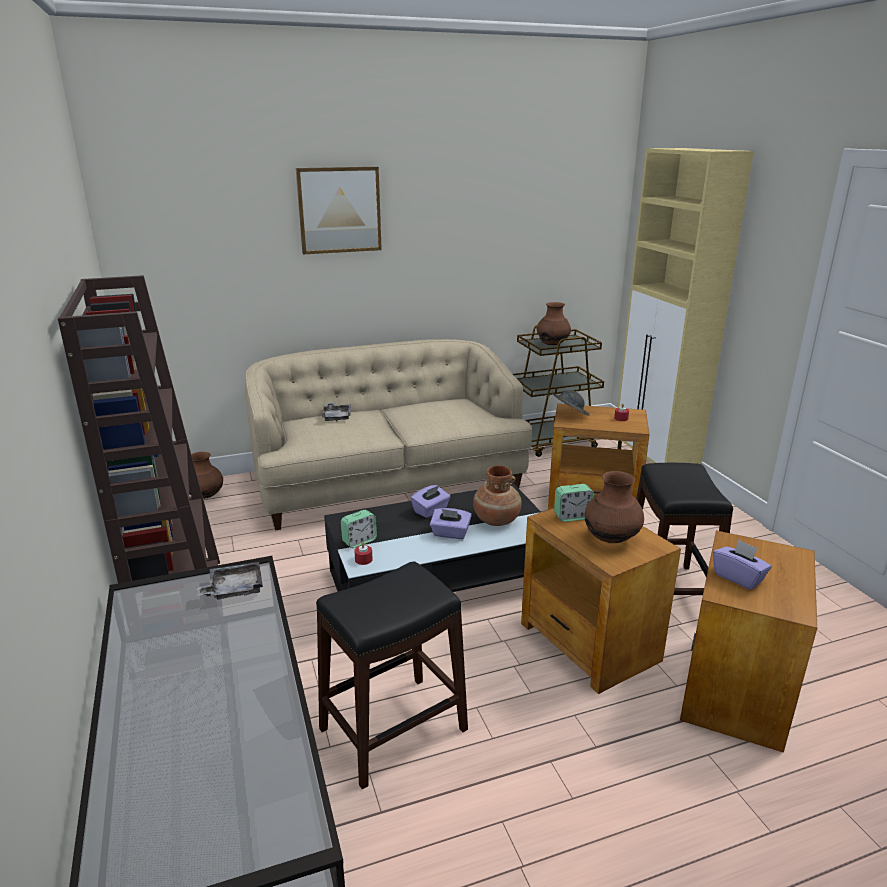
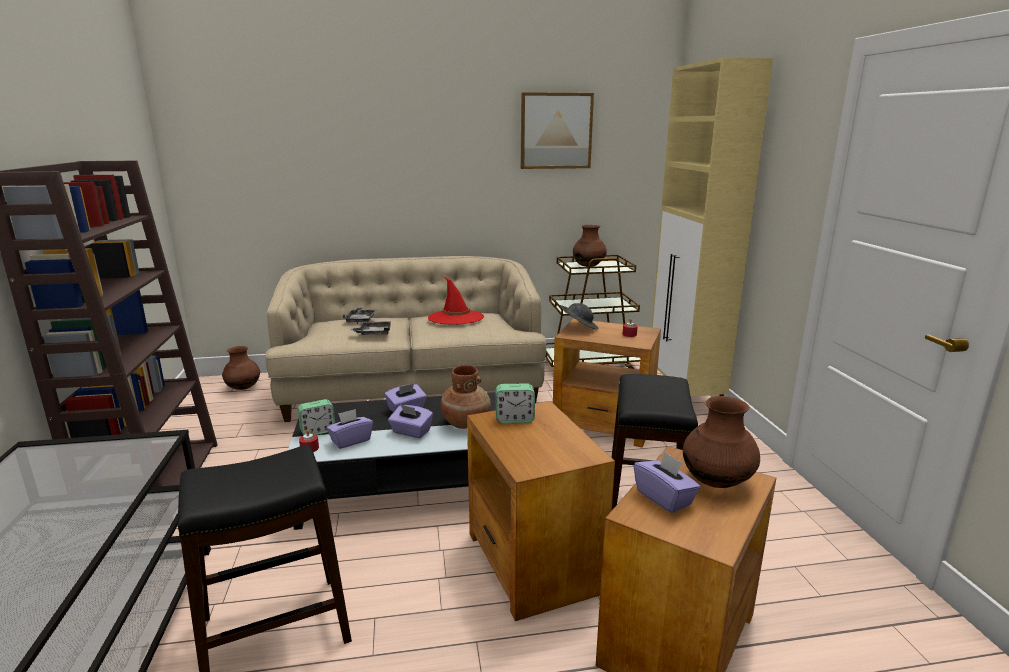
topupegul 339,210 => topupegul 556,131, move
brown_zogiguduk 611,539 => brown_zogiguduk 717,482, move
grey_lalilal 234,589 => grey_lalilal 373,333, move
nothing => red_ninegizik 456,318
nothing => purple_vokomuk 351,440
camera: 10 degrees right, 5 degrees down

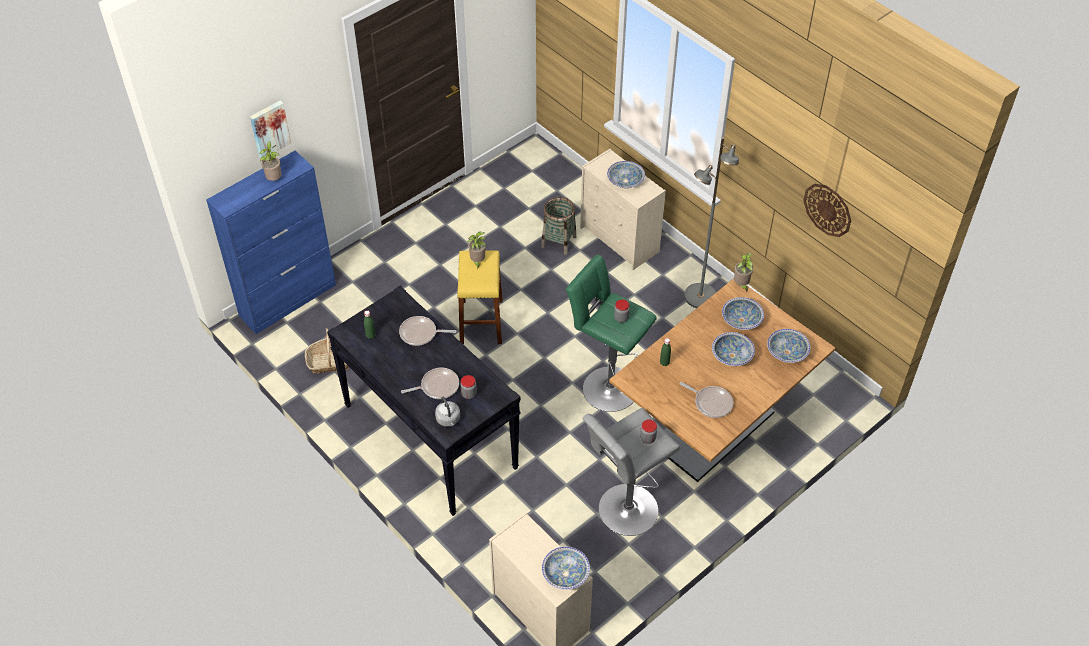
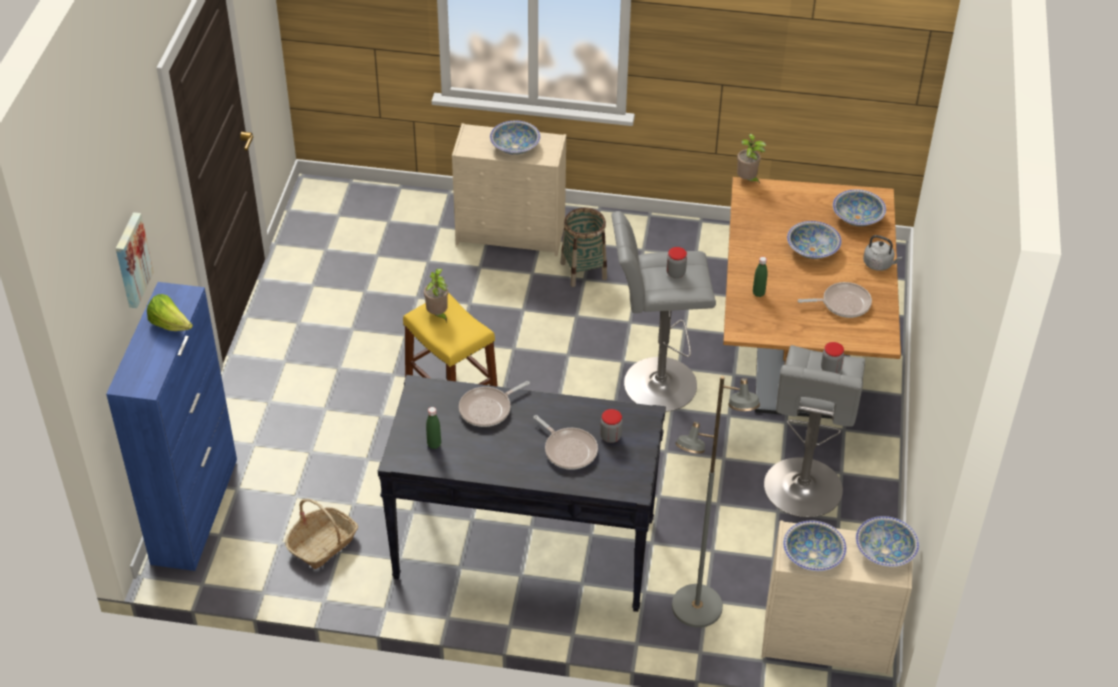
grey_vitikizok 699,297 => grey_vitikizok 697,607, move
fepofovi 274,179 => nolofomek 170,325
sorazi 827,209 => nothing
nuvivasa 559,241 => nuvivasa 583,270, move
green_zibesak 606,387 => grey_zibesak 654,384
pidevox 741,320 => pidevox 812,555, move
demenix 437,386 => demenix 568,450, 105 degrees clockwise
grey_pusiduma 448,420 => grey_pusiduma 879,264, move
camera: 40 degrees left, 5 degrees down

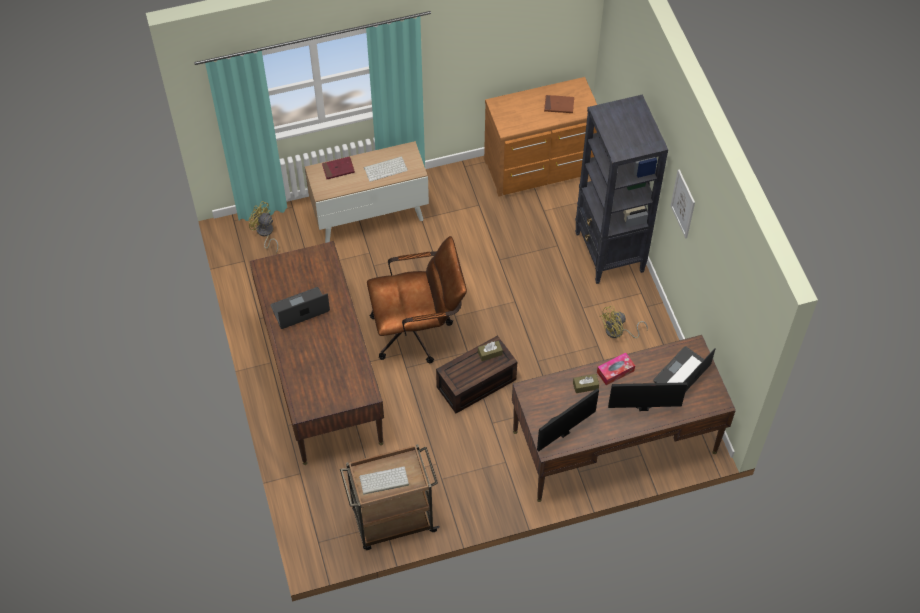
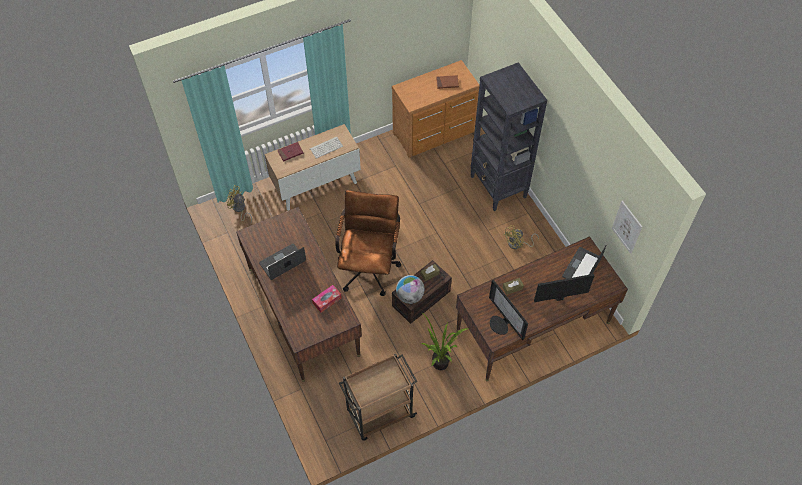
topupegul 683,204 => topupegul 627,227, move
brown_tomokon 418,330 => brown_tomokon 369,265, 60 degrees counterclockwise
vokomuk 615,371 => vokomuk 327,300, move
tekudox 560,429 => tekudox 501,324, 75 degrees counterclockwise
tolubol 383,481 => nothing
nothing => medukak 410,296
nothing => fepofovi 439,367
camera: 10 degrees left, 0 degrees up

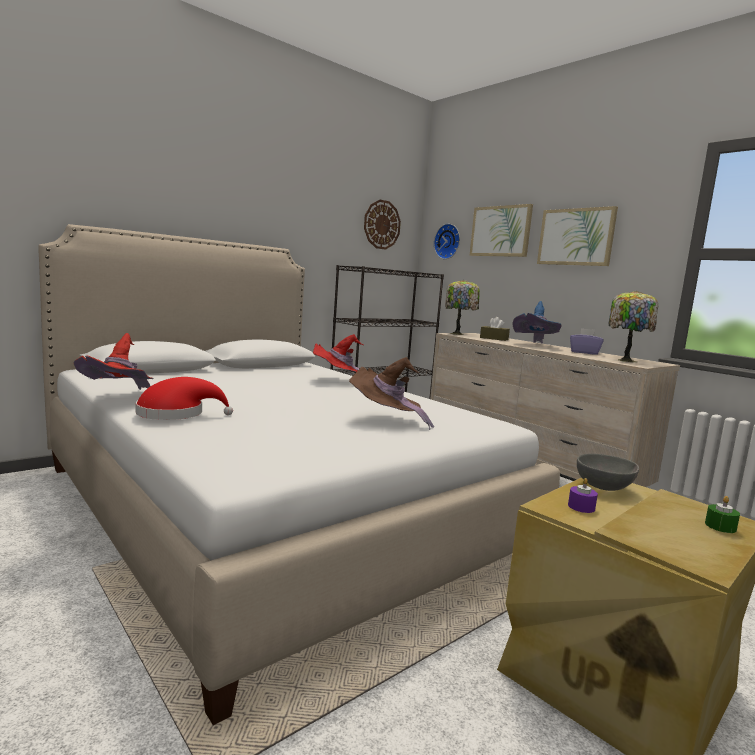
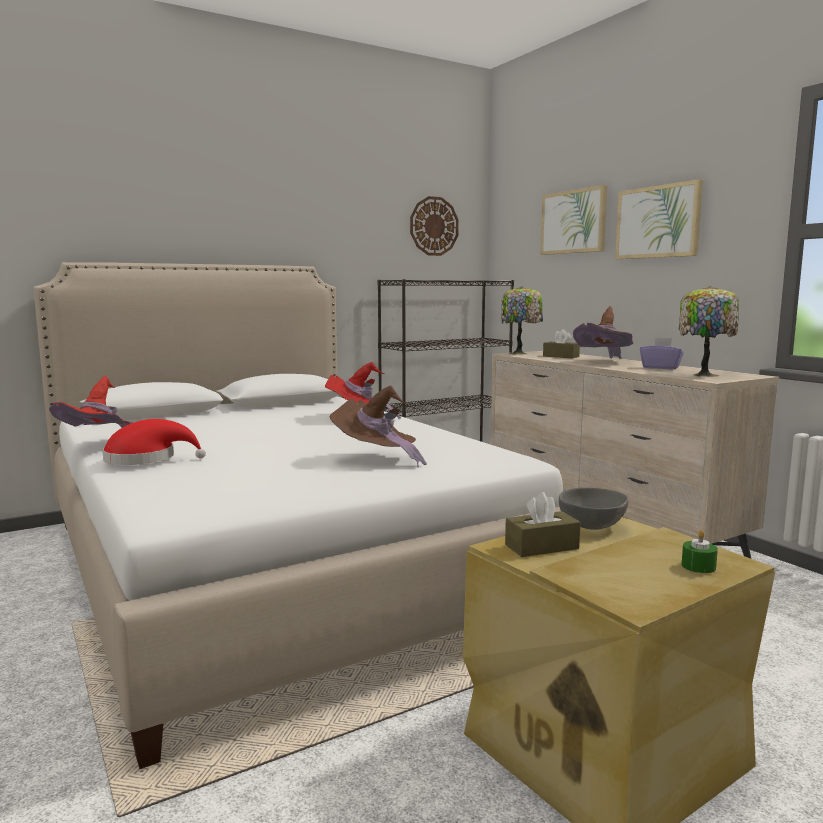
sorazi 448,241 => nothing
blue_ninegizik 534,345 => brown_ninegizik 604,362
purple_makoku 581,507 => brown_vokomuk 541,547
camera: 10 degrees right, 0 degrees up

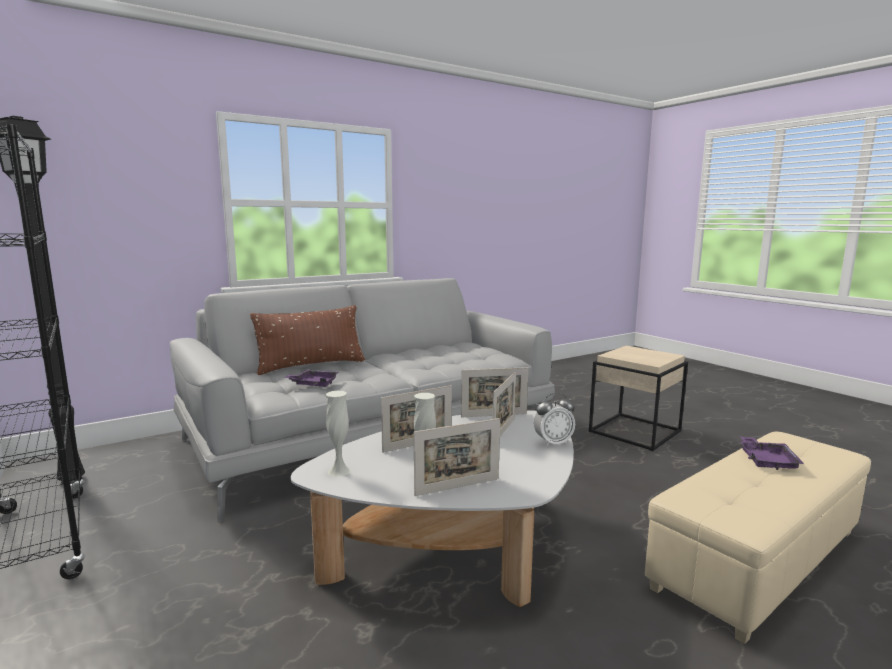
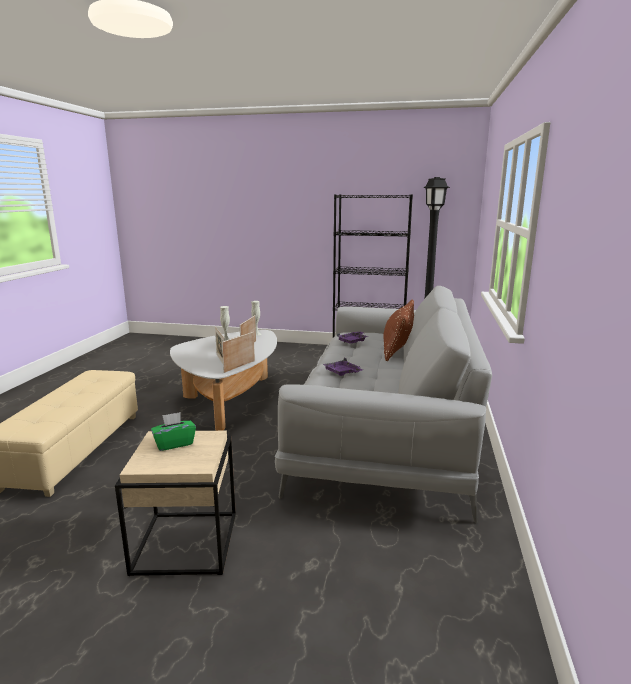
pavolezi 553,443 => nothing
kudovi 457,487 => nothing
purple_lalilal 767,461 => purple_lalilal 342,372, move
nothing => green_vokomuk 174,443
camera: 135 degrees right, 5 degrees up

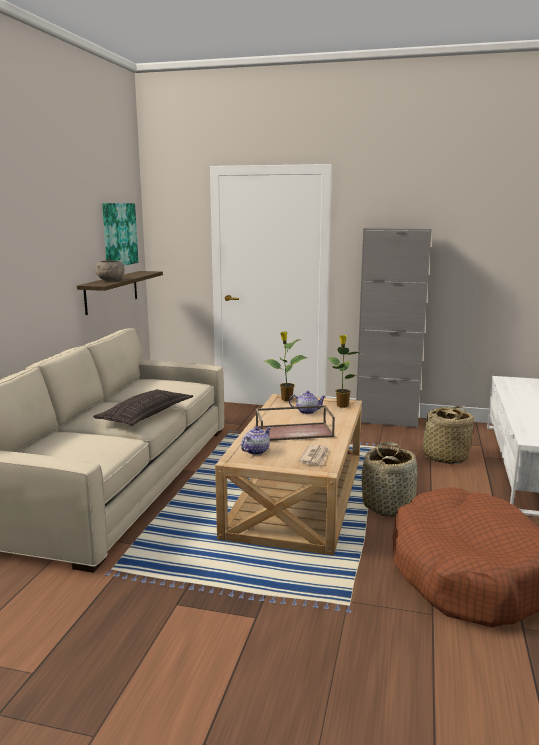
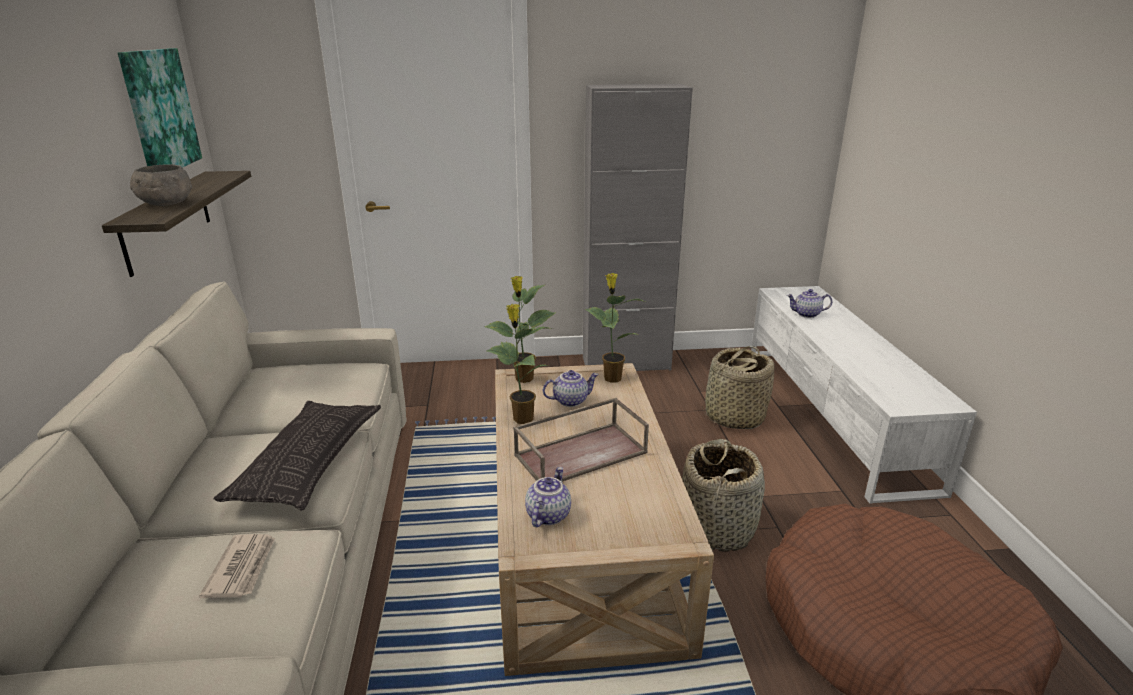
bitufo 315,457 => bitufo 242,568, move
nothing => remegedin 806,314
nothing => fepofovi 522,418
camera: 20 degrees left, 10 degrees up

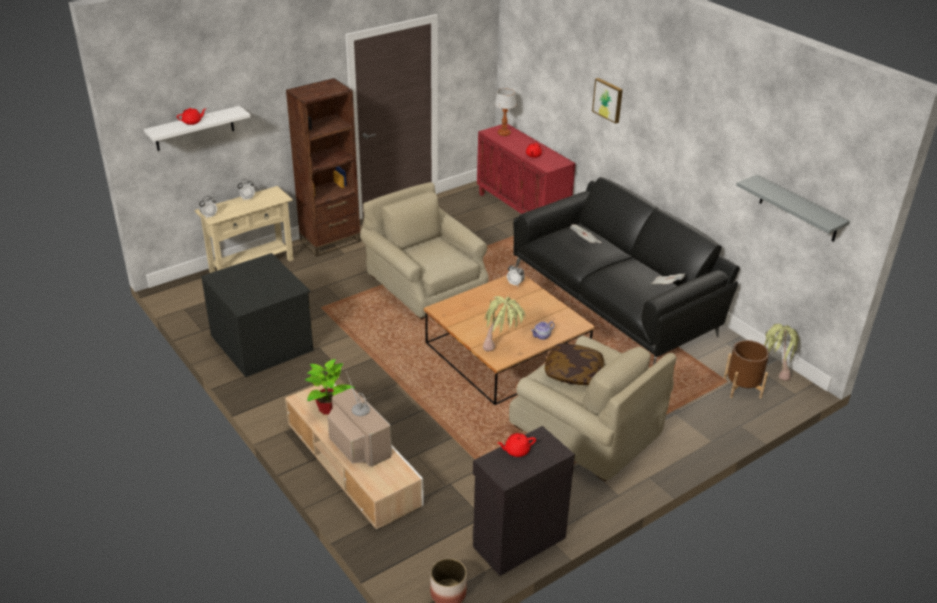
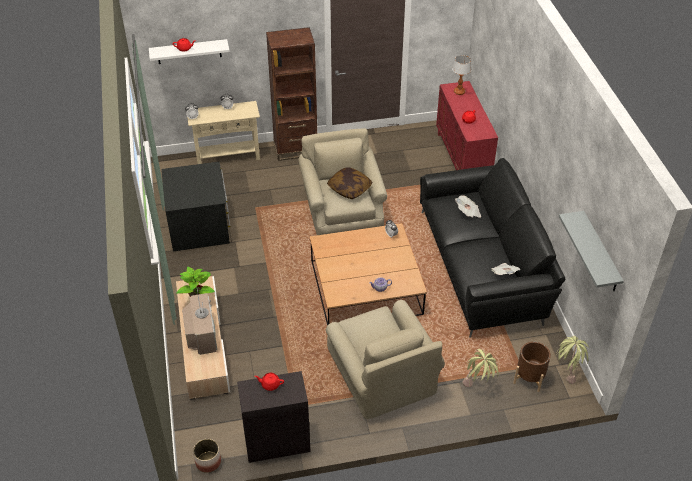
topupegul 608,100 => nothing
fepofovi 502,348 => fepofovi 478,387, move
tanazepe 573,373 => tanazepe 349,188, move
camera: 25 degrees right, 10 degrees up

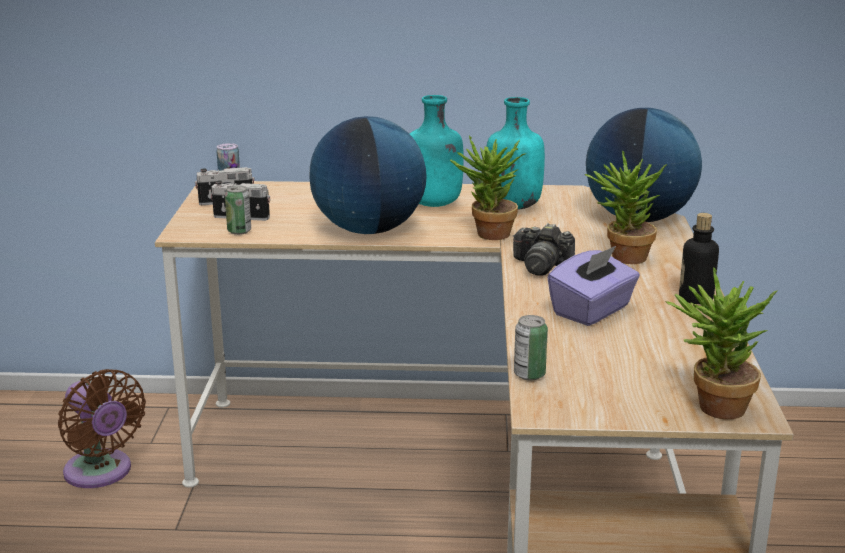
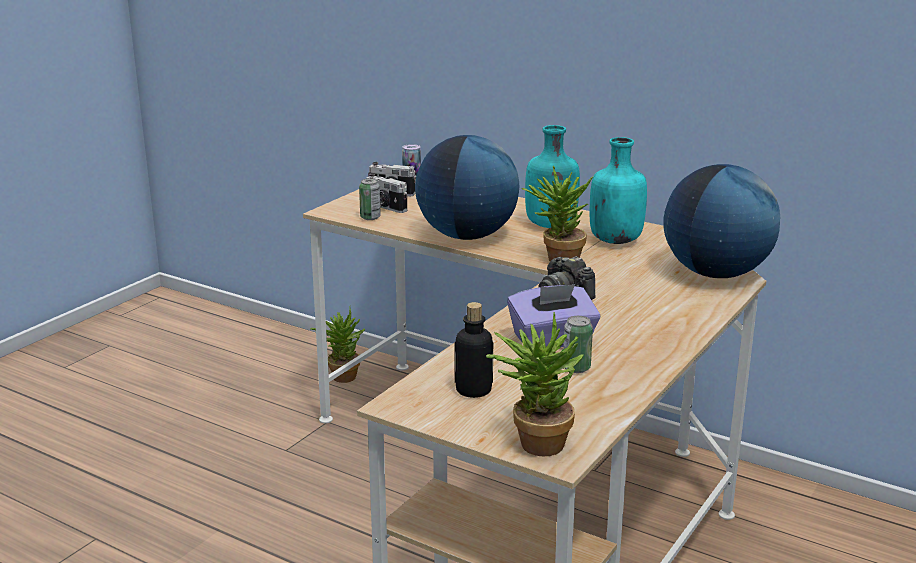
fepofovi 621,257 => fepofovi 341,375, move
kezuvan 695,298 => kezuvan 473,390, move
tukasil 529,374 => tukasil 576,368, move
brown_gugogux 101,473 => nothing
camera: 30 degrees right, 0 degrees up

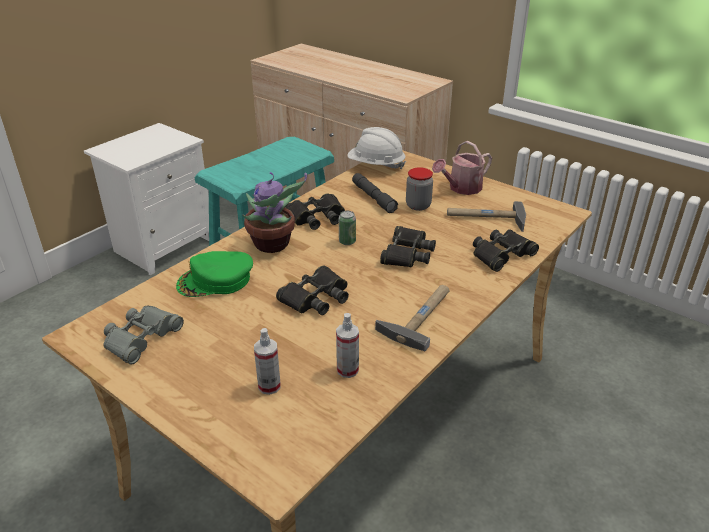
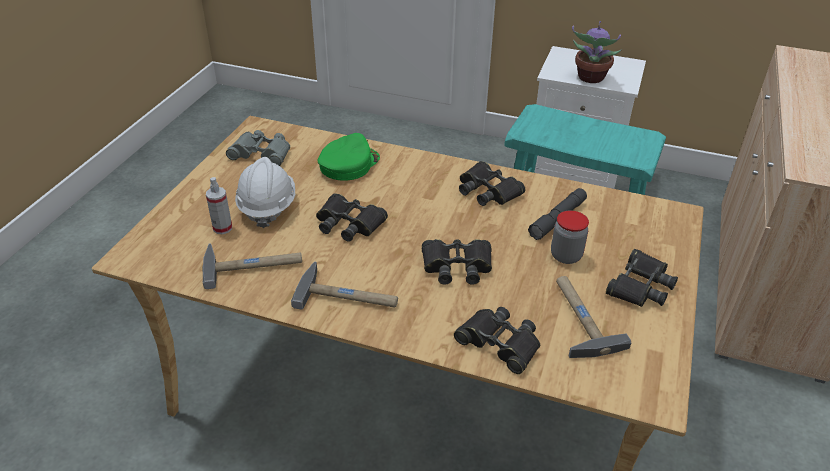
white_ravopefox 376,166 => white_ravopefox 267,206, move
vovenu 461,188 => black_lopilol 640,285
fepofovi 273,245 => fepofovi 590,78, move
tukasil 347,242 => nothing
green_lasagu 216,281 => green_lasagu 348,164, 75 degrees clockwise
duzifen 347,370 => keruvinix 253,265
camera: 70 degrees right, 5 degrees up

